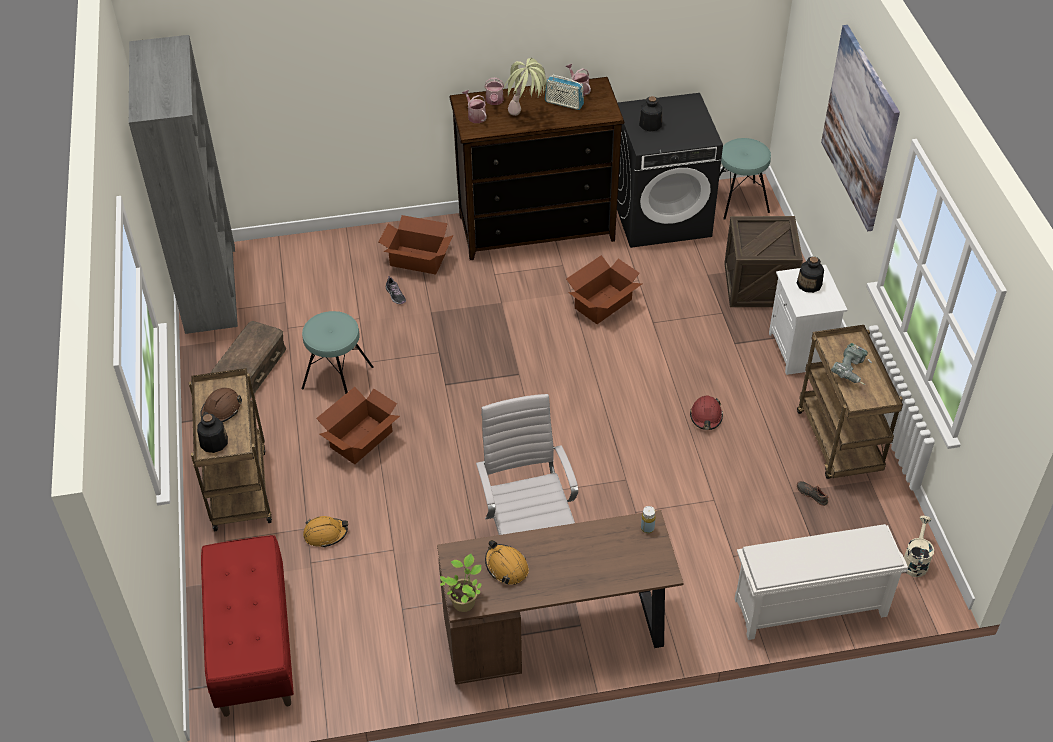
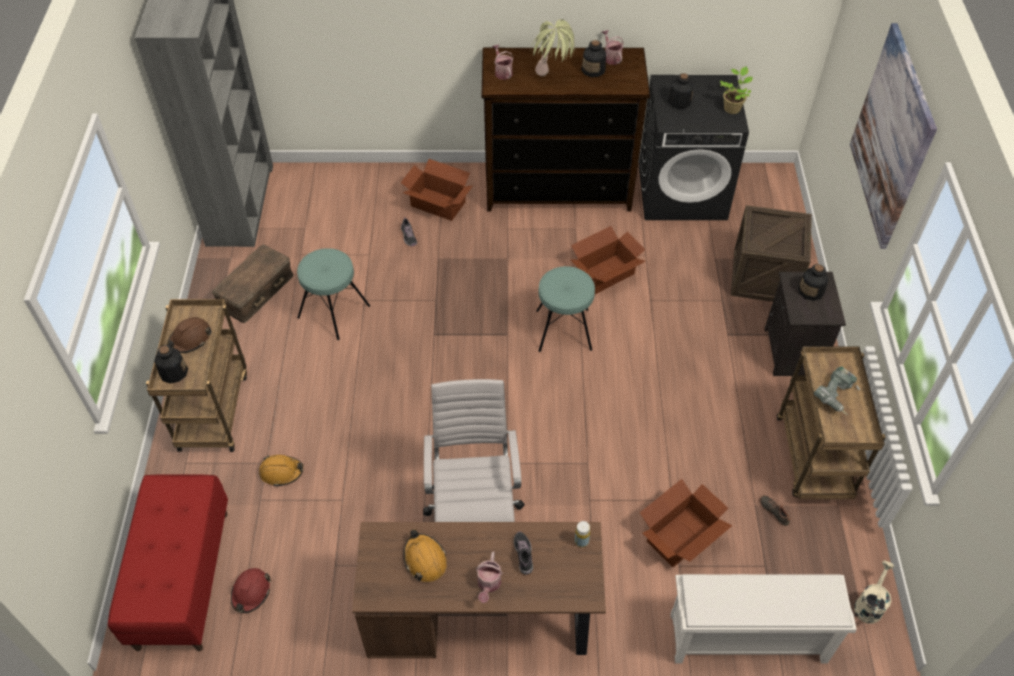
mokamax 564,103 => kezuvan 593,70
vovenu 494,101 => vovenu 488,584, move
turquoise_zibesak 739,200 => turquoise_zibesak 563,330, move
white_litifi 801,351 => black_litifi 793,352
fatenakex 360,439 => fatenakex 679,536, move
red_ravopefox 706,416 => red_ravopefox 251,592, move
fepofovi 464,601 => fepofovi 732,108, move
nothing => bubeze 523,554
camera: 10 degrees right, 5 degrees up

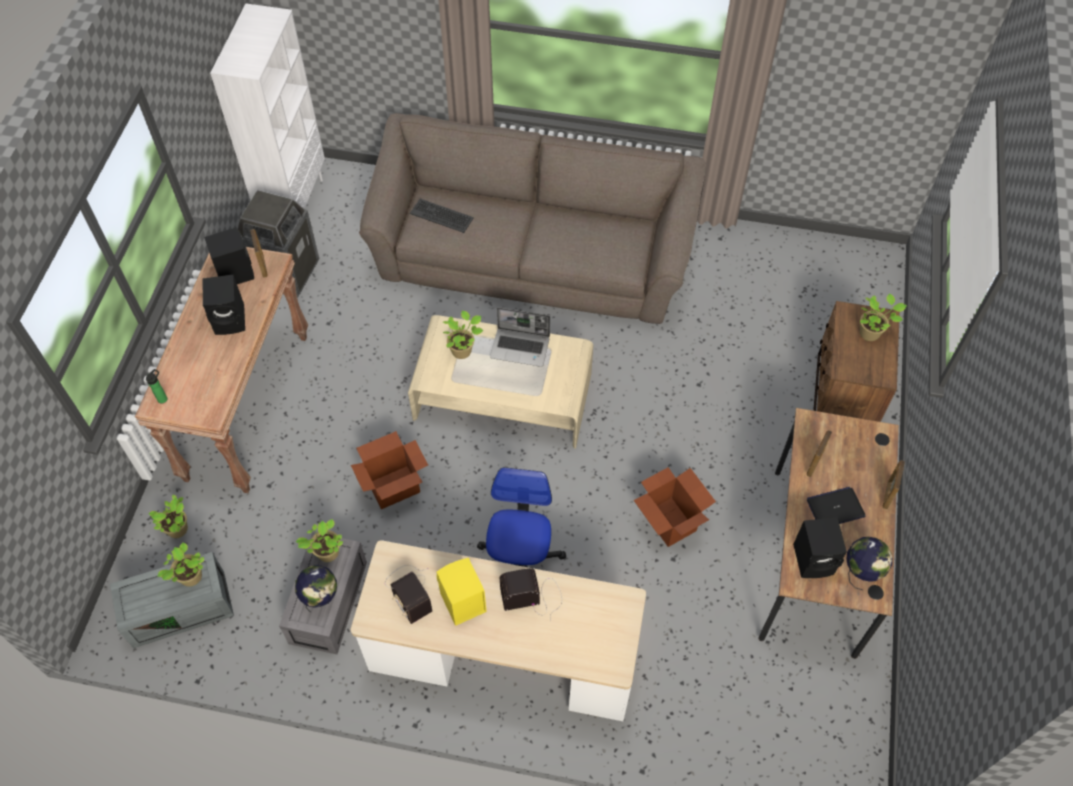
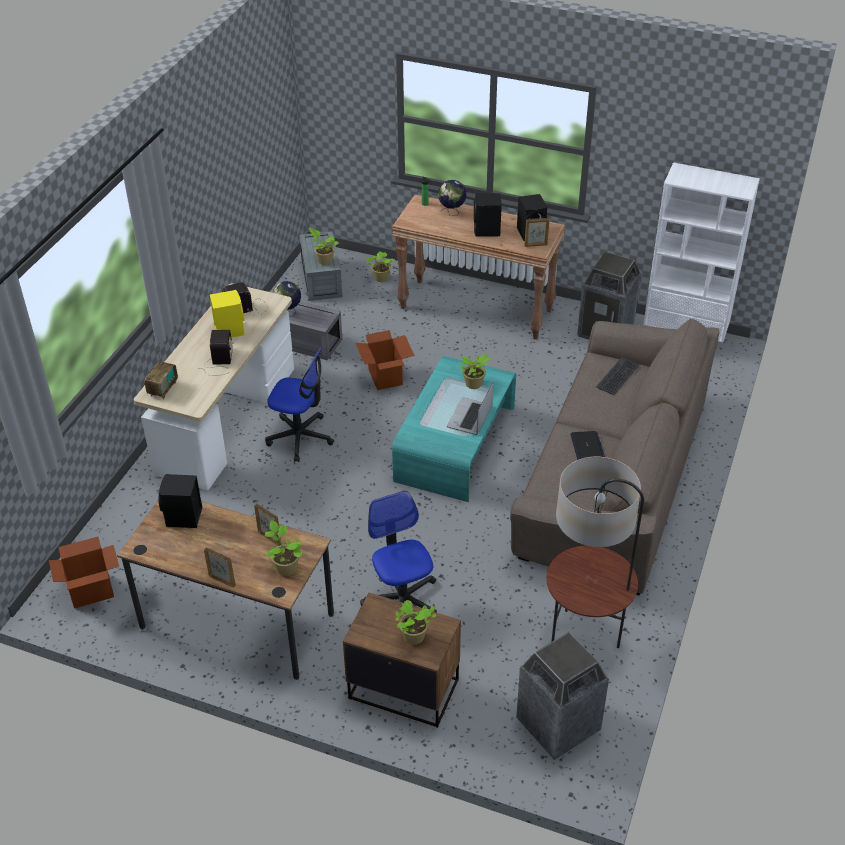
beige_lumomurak 503,397 => turquoise_lumomurak 455,444
fatenakex 669,522 => fatenakex 92,591, move
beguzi 835,508 => beguzi 587,447, move
fepofovi 326,554 => fepofovi 285,567, move
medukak 861,572 => medukak 452,213, move
nothing => mokamax 163,389
nothing => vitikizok 584,637
nothing => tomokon 401,600
nothing => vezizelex 558,725
camera: 100 degrees right, 15 degrees down

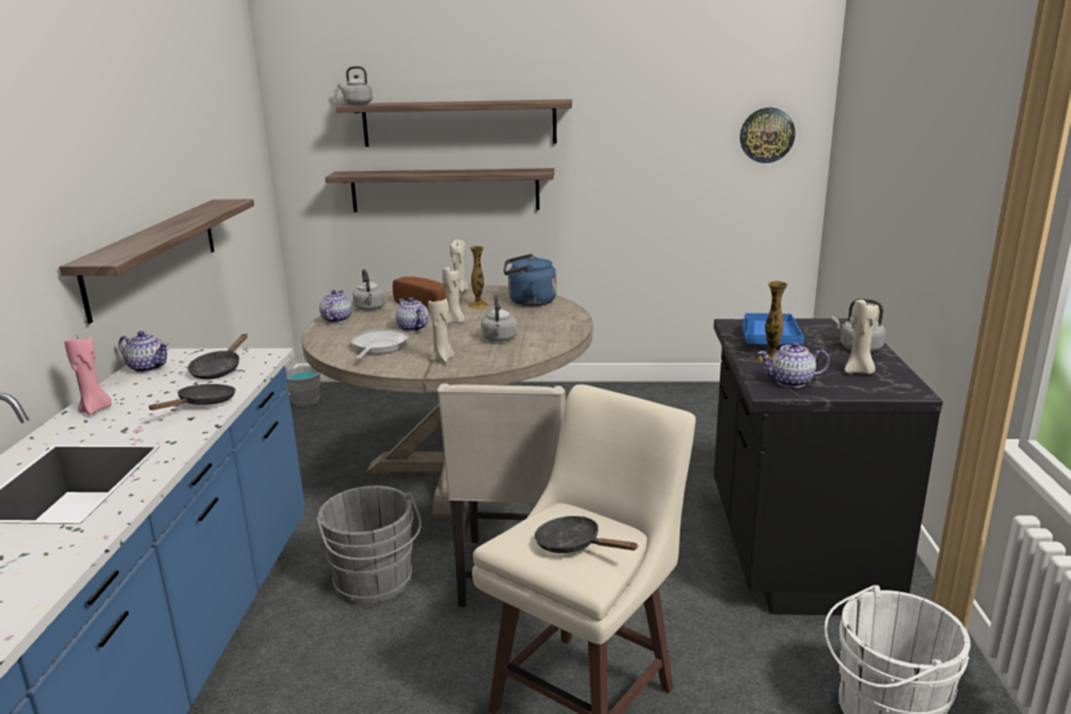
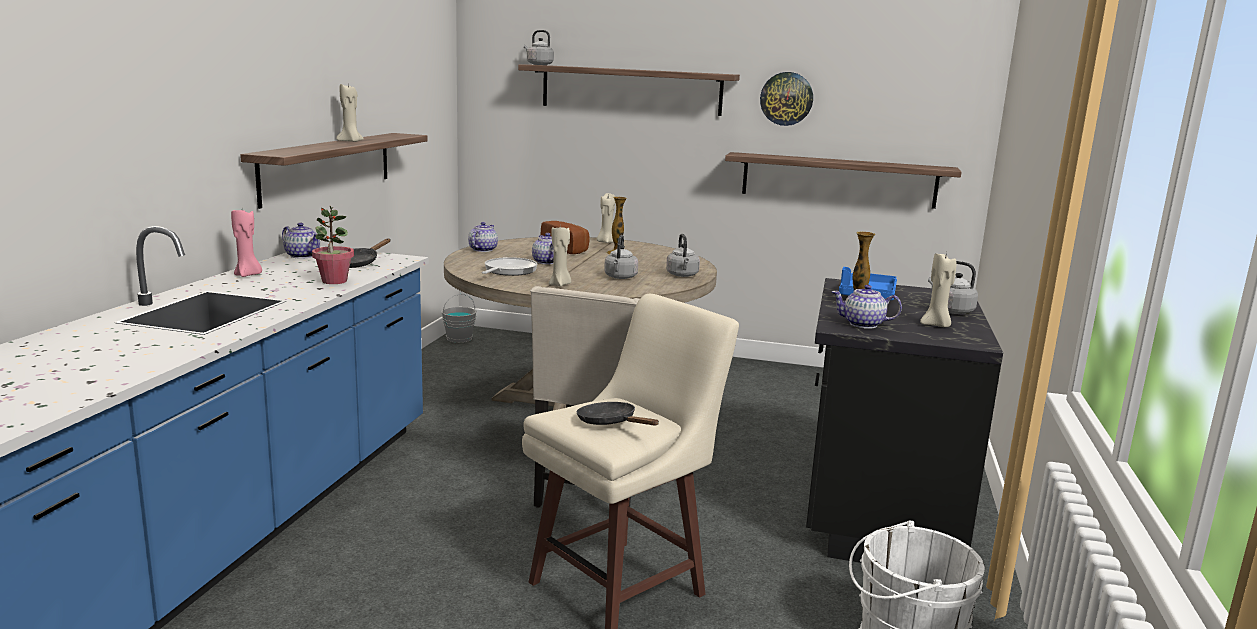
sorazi 767,135 => sorazi 786,98, move
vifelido 445,190 => vifelido 838,180, move
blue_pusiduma 529,302 => nothing
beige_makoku 454,322 => beige_makoku 351,141, move
grey_pusiduma 370,308 => grey_pusiduma 682,275, move
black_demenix 203,404 => fepofovi 334,281
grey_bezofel 374,583 => nothing
camera: 10 degrees right, 5 degrees down

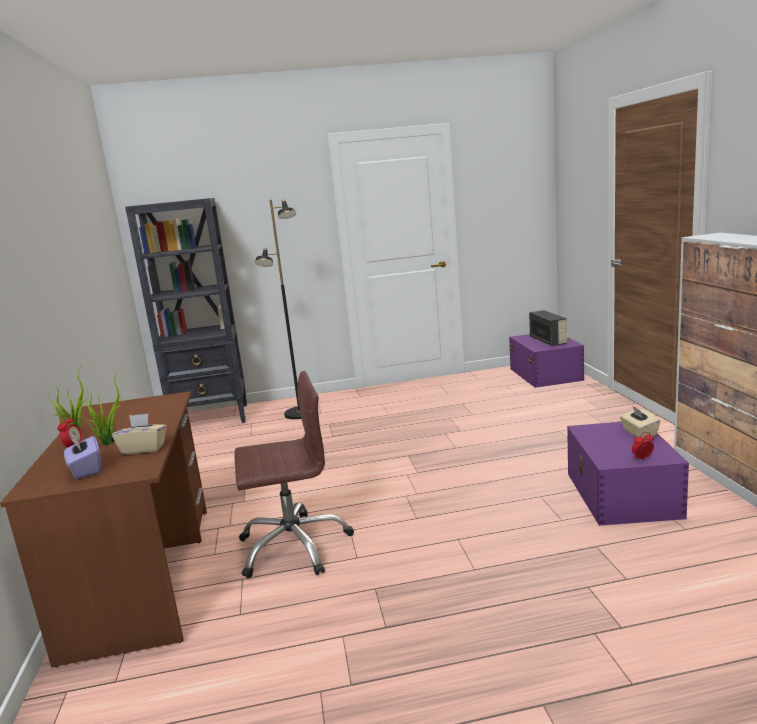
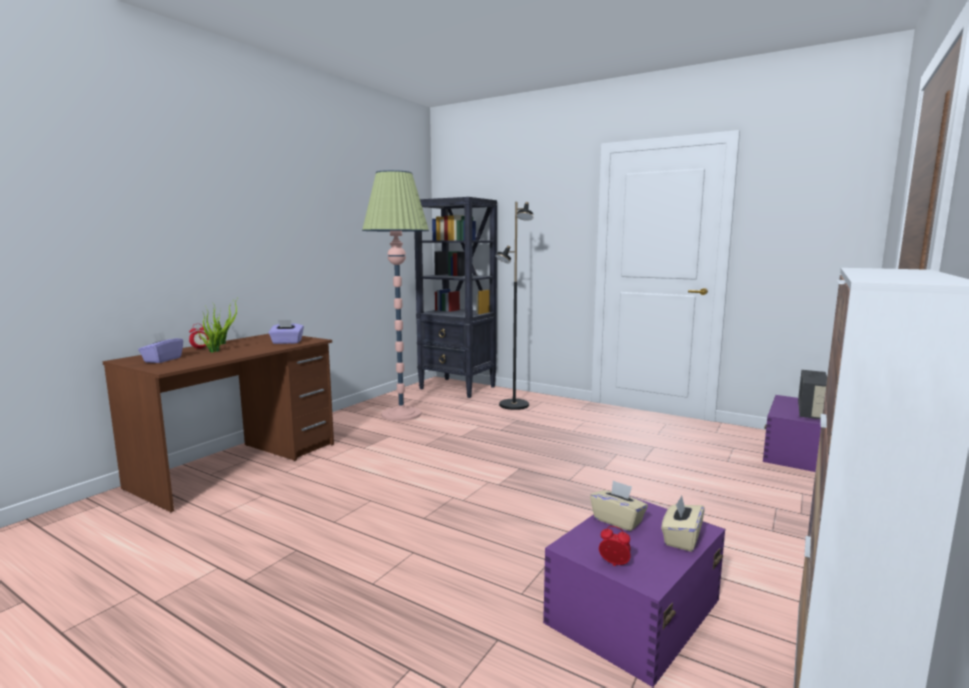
brown_tomokon 293,546 => nothing
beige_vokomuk 144,448 => beige_vokomuk 618,520, move
nothing => vitikizok 401,414
nothing => purple_vokomuk 287,342
camera: 40 degrees right, 5 degrees down

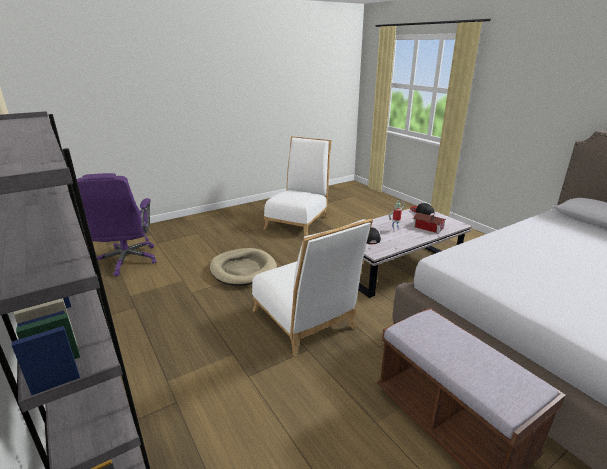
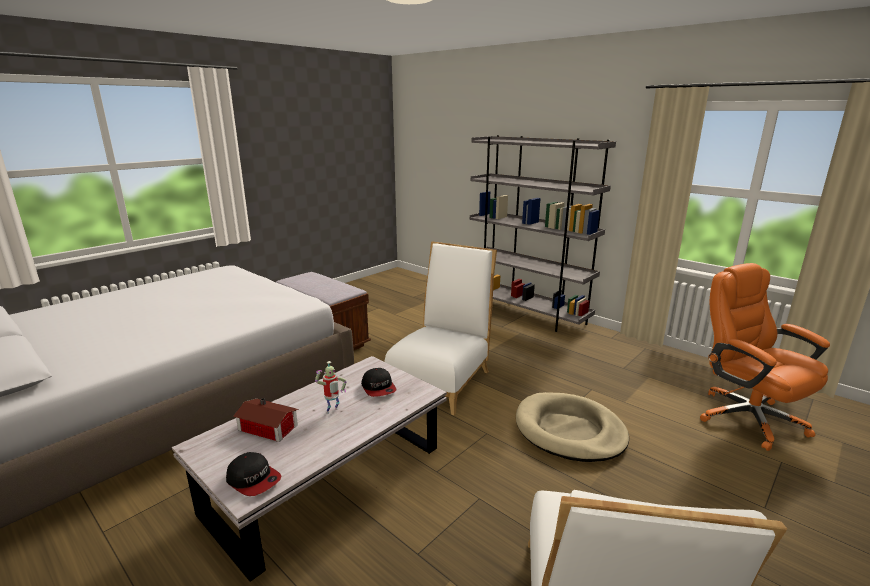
purple_tomokon 126,260 => orange_tomokon 747,417
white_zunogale 306,323 => white_zunogale 441,379, 75 degrees clockwise
camera: 165 degrees right, 5 degrees down

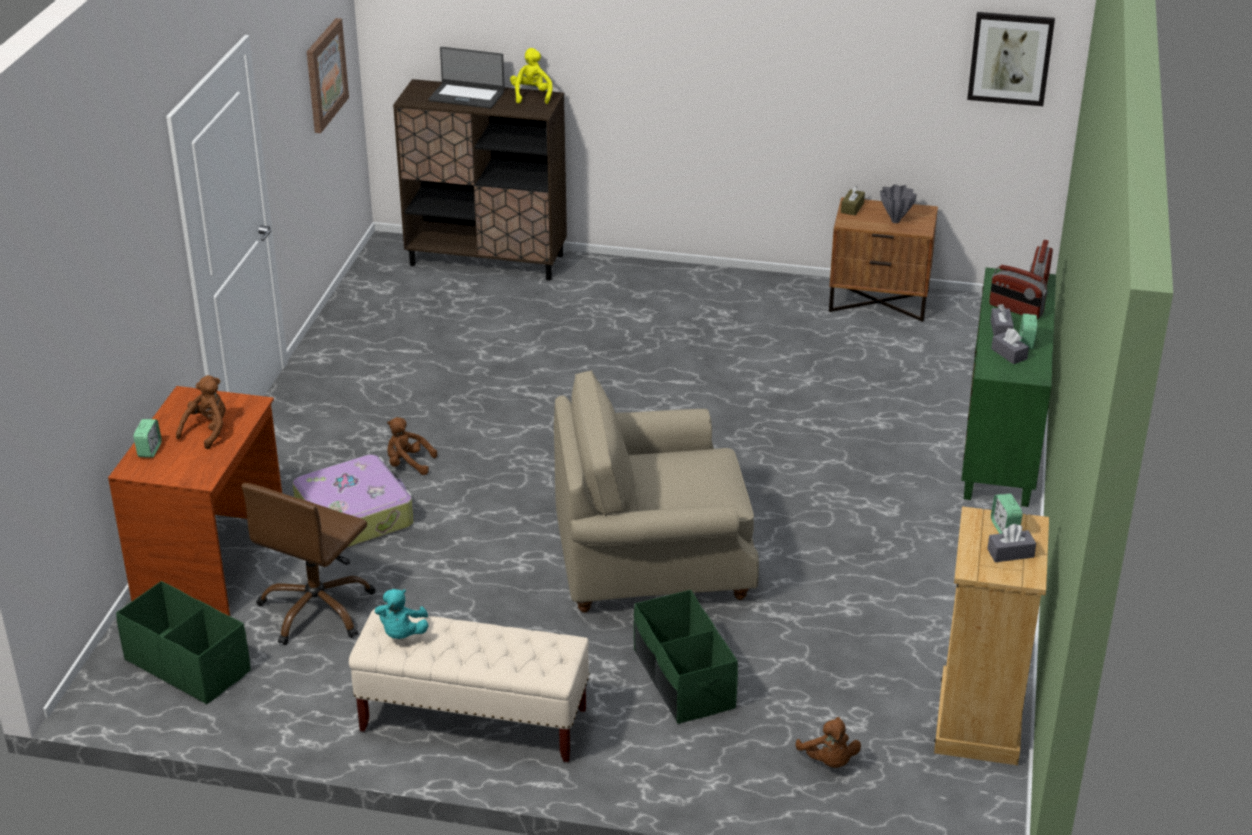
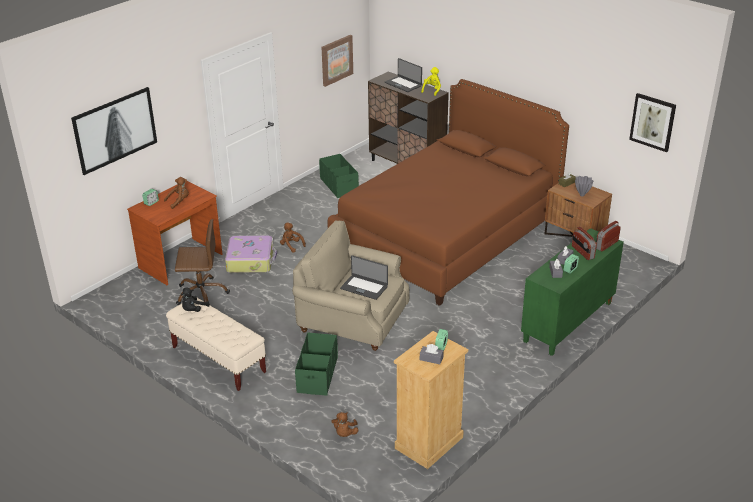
brown_tomokon 317,609 => brown_tomokon 201,294, 150 degrees counterclockwise
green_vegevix 188,665 => green_vegevix 339,185, move
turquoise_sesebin 402,634 => black_sesebin 193,310
nothing => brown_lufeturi 447,235
nothing => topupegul 115,130
nothing => beguzi 364,287
camera: 30 degrees right, 0 degrees up

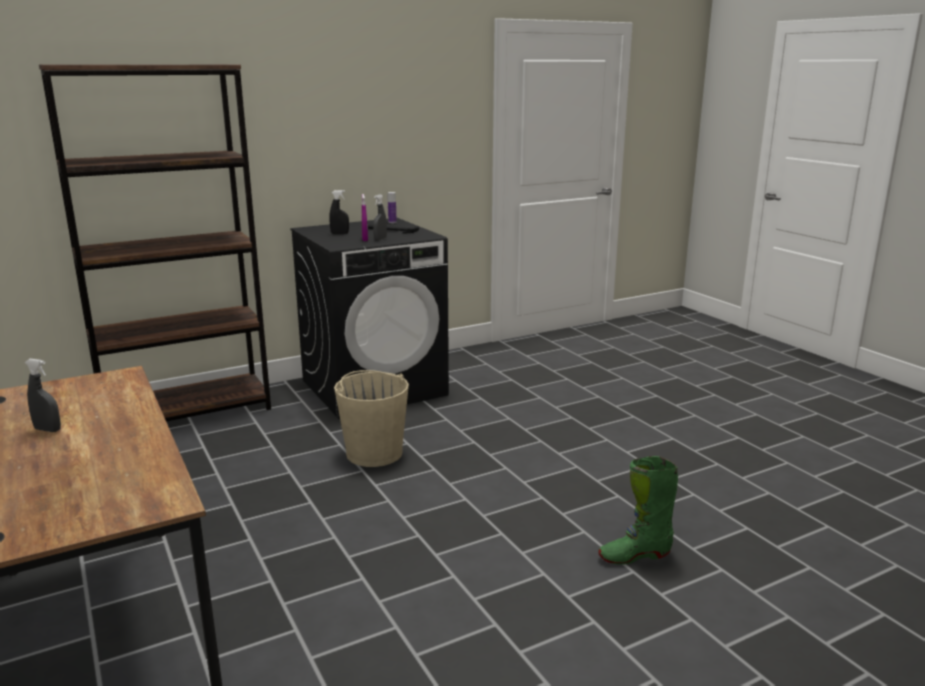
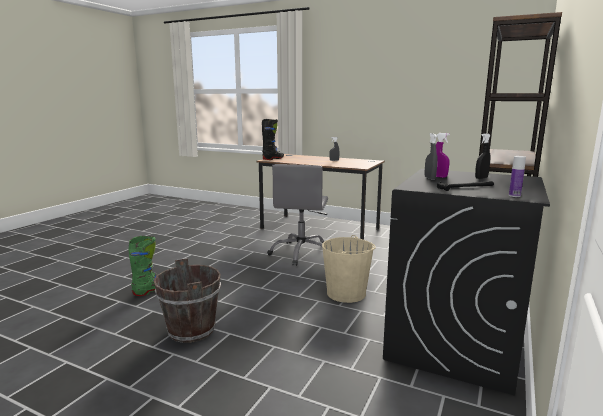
nothing => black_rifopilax 273,158
nothing => grey_tomokon 301,253
nothing => brown_bezofel 191,330
camera: 145 degrees right, 5 degrees down

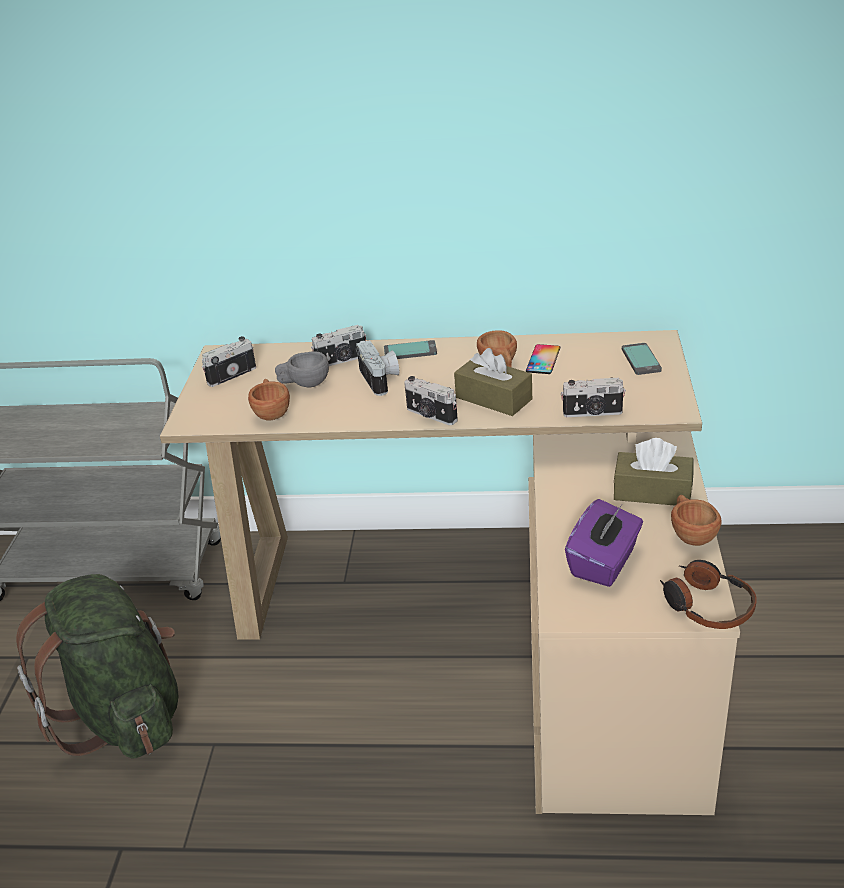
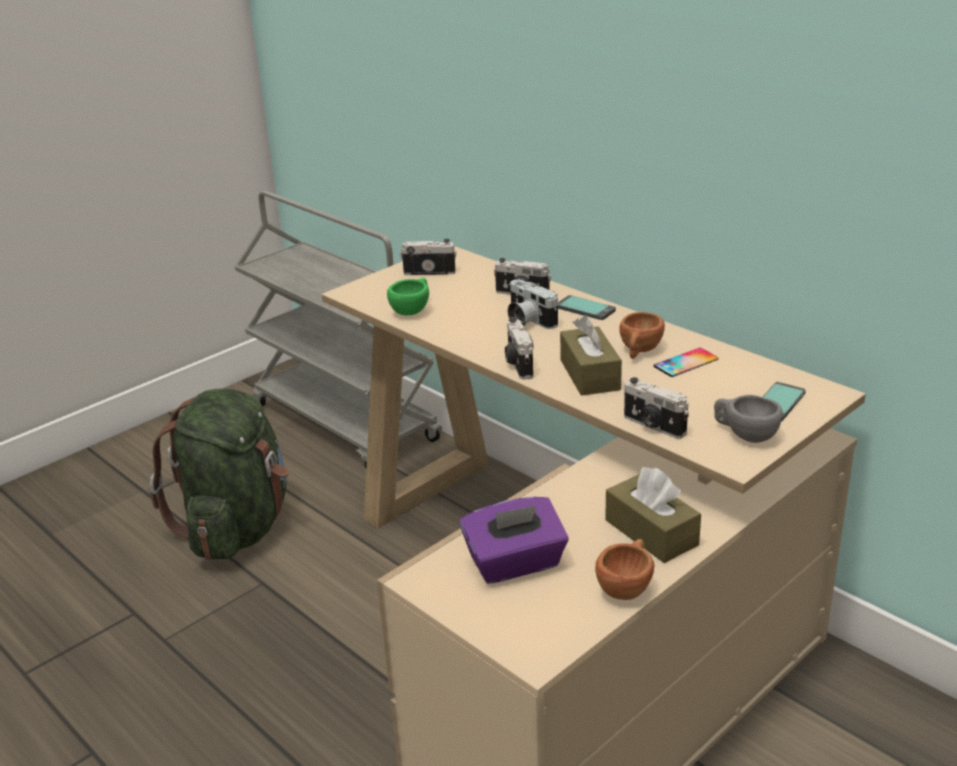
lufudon 381,379 => lufudon 527,321, 120 degrees clockwise
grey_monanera 304,384 => grey_monanera 744,434, move
brown_monanera 271,412 => green_monanera 413,310
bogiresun 706,605 => nothing
camera: 40 degrees right, 5 degrees down

